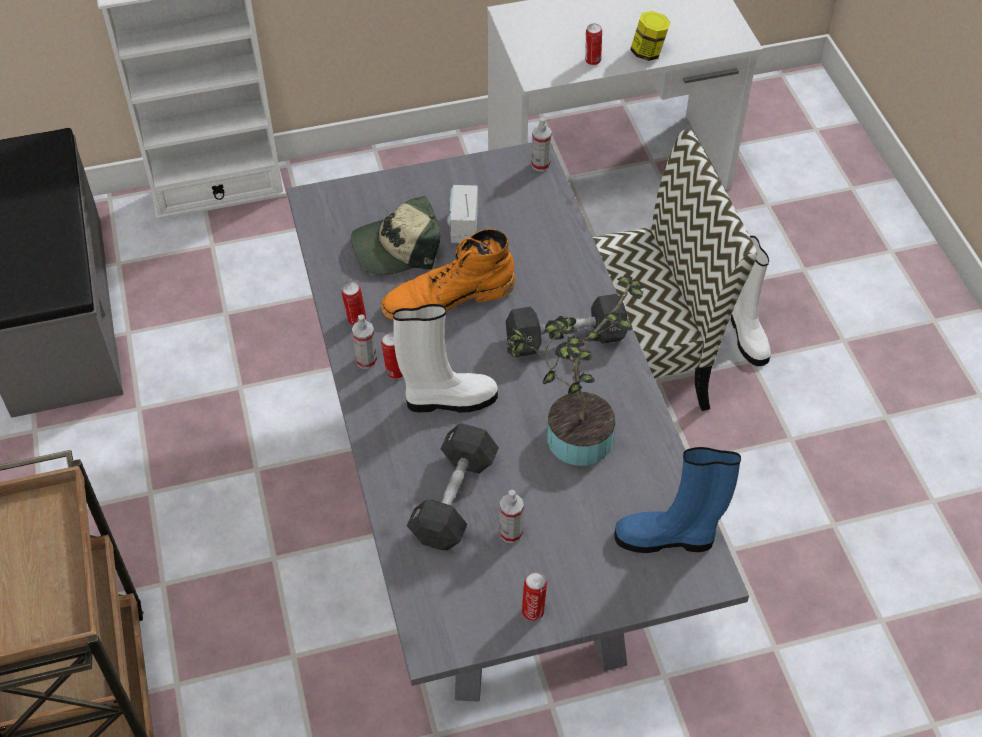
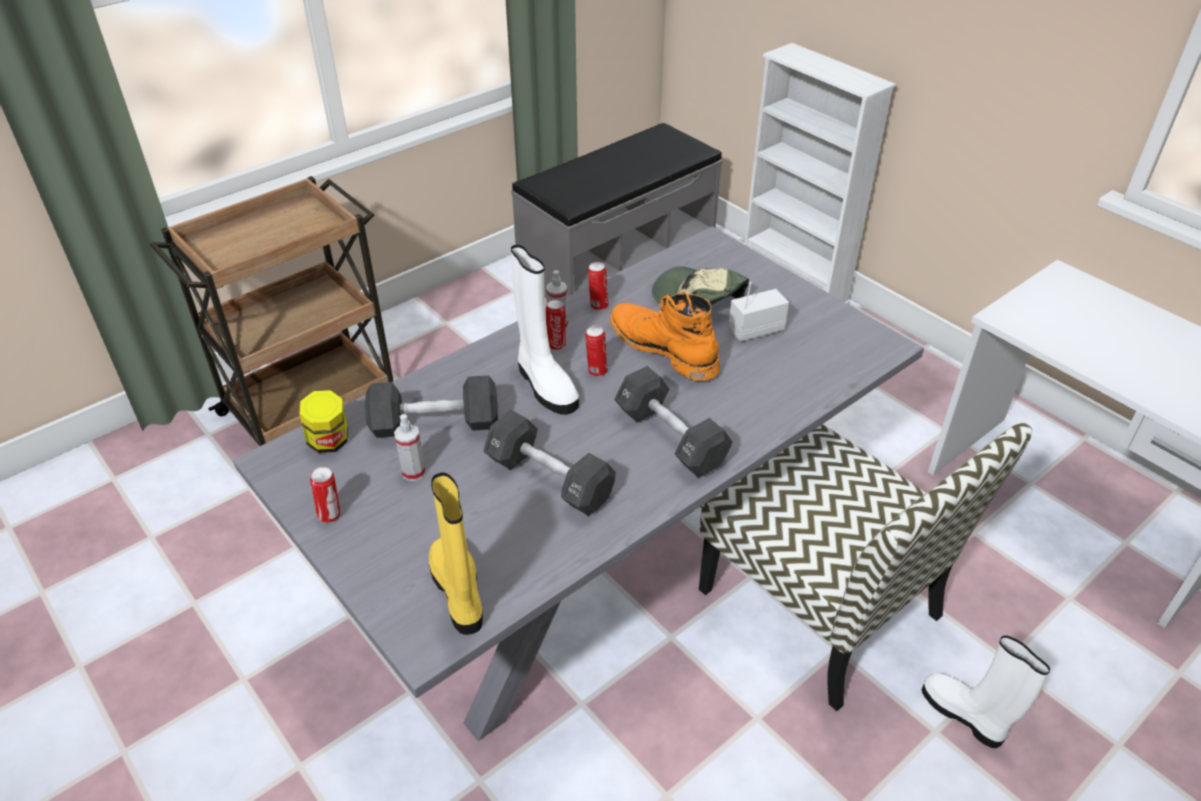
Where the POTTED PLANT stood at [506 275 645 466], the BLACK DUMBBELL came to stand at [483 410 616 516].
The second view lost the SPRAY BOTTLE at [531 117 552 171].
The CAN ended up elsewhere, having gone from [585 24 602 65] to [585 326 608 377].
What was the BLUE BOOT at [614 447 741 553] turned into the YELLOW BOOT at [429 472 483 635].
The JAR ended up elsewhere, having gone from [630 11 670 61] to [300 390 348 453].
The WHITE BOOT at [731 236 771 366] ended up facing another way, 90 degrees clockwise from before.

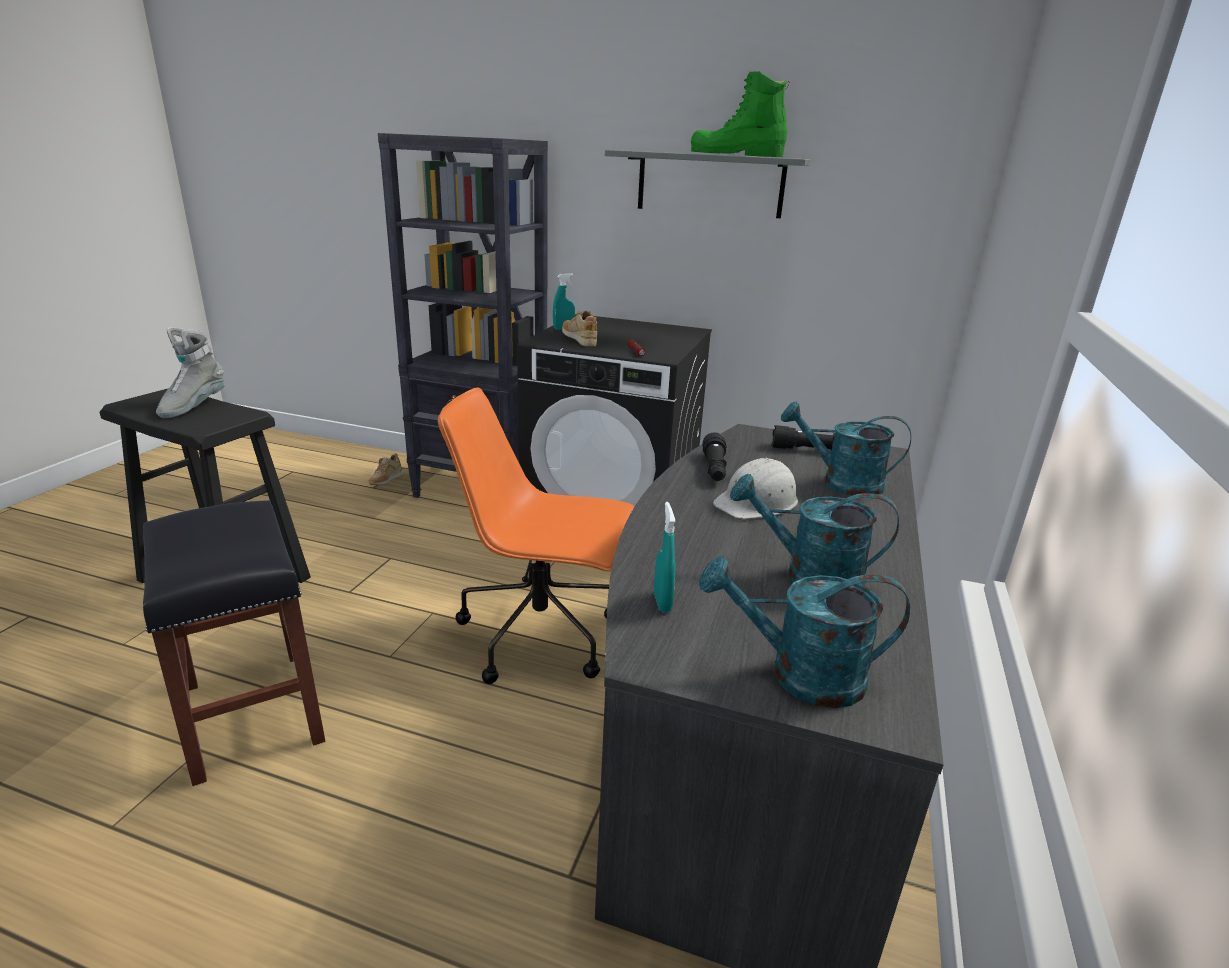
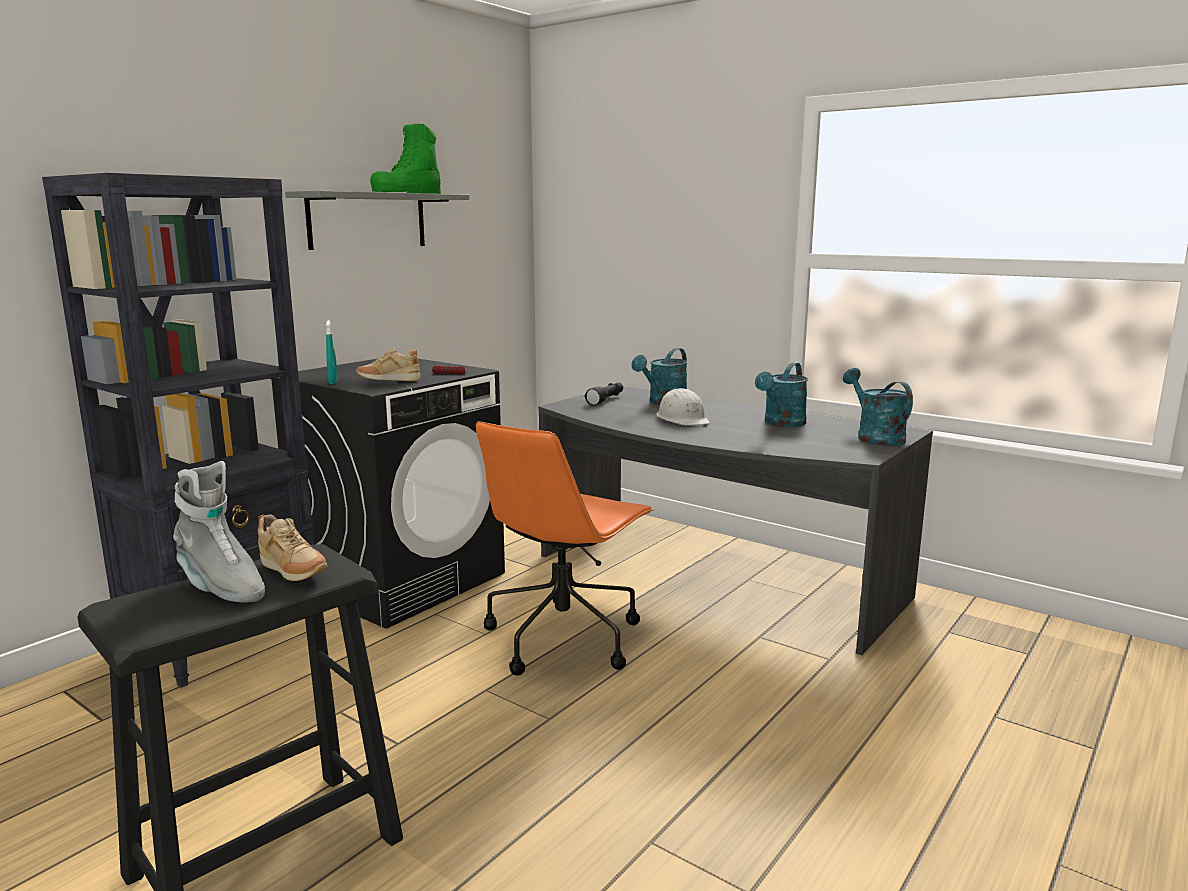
The second view lost the BLACK STOOL at [143 500 325 786].
The BEIGE SHOE ended up elsewhere, having gone from [368 454 403 485] to [257 514 328 581].
The second view lost the TURQUOISE SPRAY BOTTLE at [654 502 676 612].
The TURQUOISE WATERING CAN at [699 556 910 708] ended up facing another way, 135 degrees clockwise from before.
The second view lost the BLACK FLASHLIGHT at [702 432 727 481].

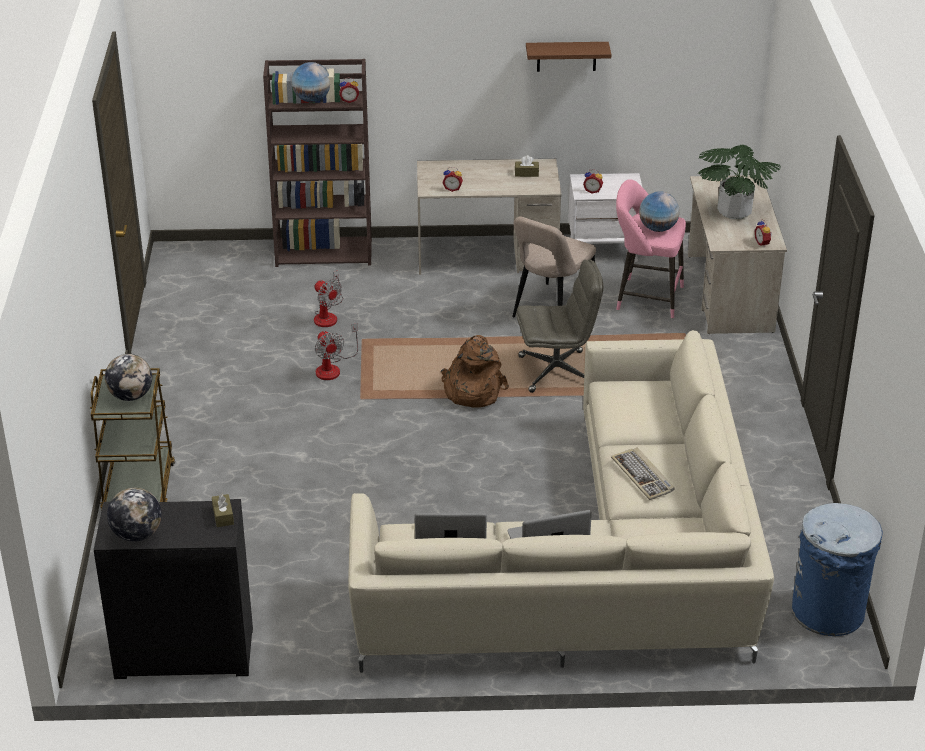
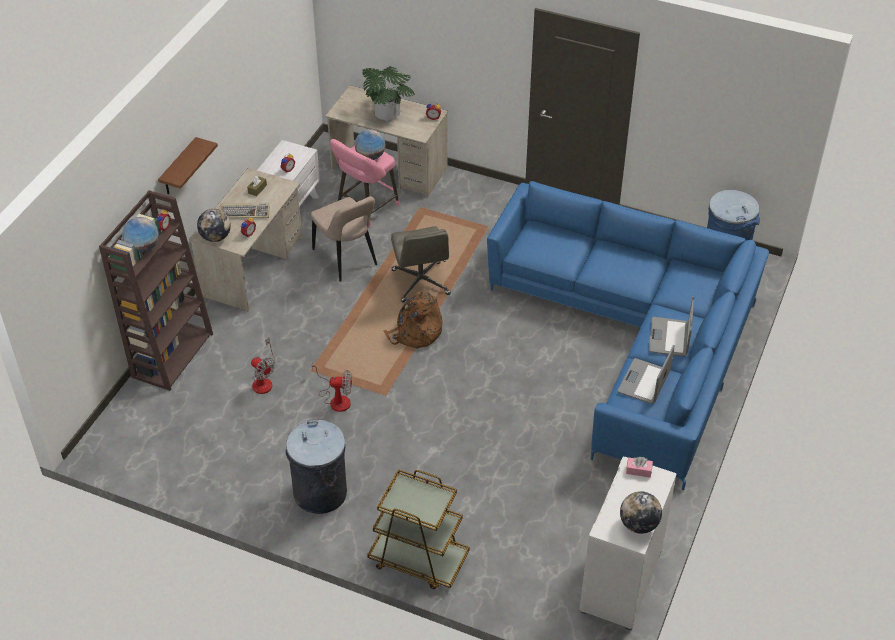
What was the BLACK CABINET at [94 499 253 679] turned into the WHITE CABINET at [579 456 677 630].
The GLOBE ended up elsewhere, having gone from [105 354 152 401] to [197 209 231 242].
What was the BROWN TISSUE BOX at [212 493 234 527] turned into the PINK TISSUE BOX at [626 457 653 478].
The FAN at [314 270 343 327] ended up facing another way, 60 degrees clockwise from before.
What was the BEIGE SOFA at [348 330 774 673] turned into the BLUE SOFA at [487 181 769 490].
The GREY OFFICE CHAIR at [516 259 603 393] ended up facing another way, 150 degrees clockwise from before.
The BROWN SHELF ended up elsewhere, having gone from [526 42 612 72] to [158 137 218 194].
The KEYBOARD ended up elsewhere, having gone from [611 448 675 500] to [219 203 270 219].
The second view gained the GREY TRASH CAN at [286 419 347 514].

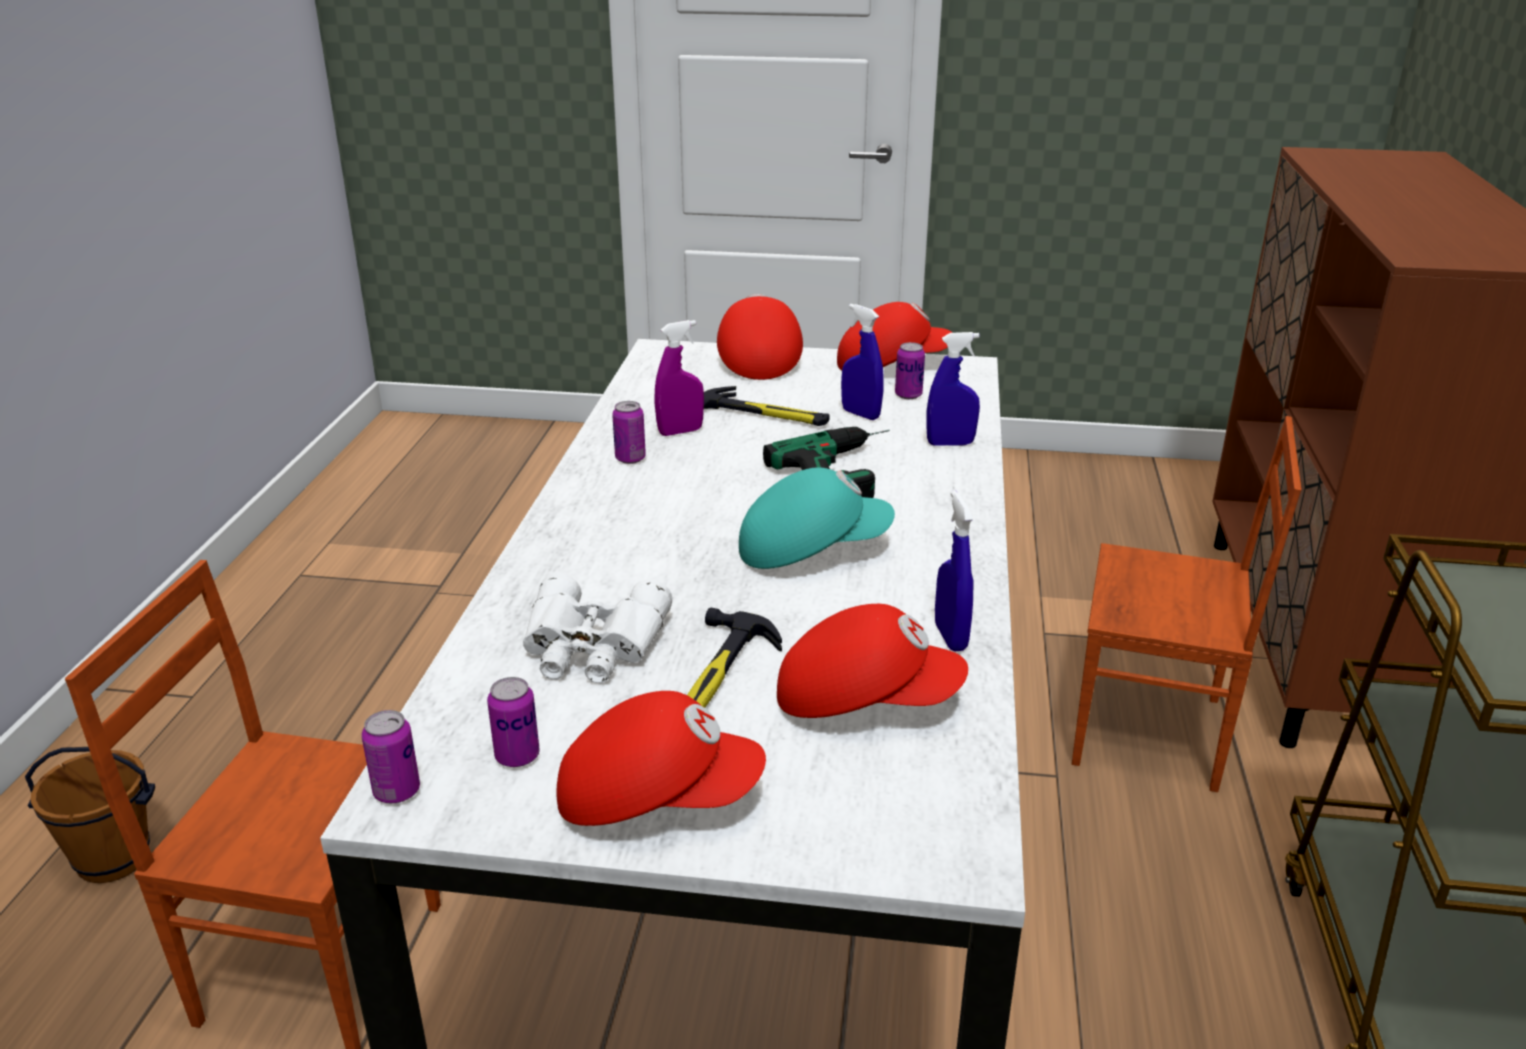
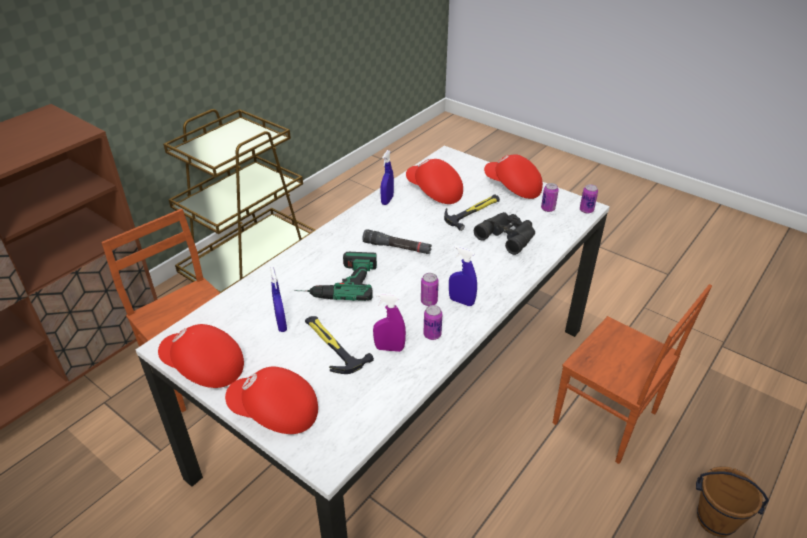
What was the WHITE BINOCULARS at [523 573 672 683] turned into the BLACK BINOCULARS at [474 212 535 255].
The RED CAP at [717 294 803 380] ended up facing another way, 75 degrees clockwise from before.
Where the TURQUOISE CAP stood at [739 467 895 569], the BLACK FLASHLIGHT came to stand at [362 229 432 254].
The CAN ended up elsewhere, having gone from [895 342 925 399] to [421 273 439 306].
The BLUE SPRAY BOTTLE ended up elsewhere, having gone from [926 332 980 445] to [449 245 477 306].

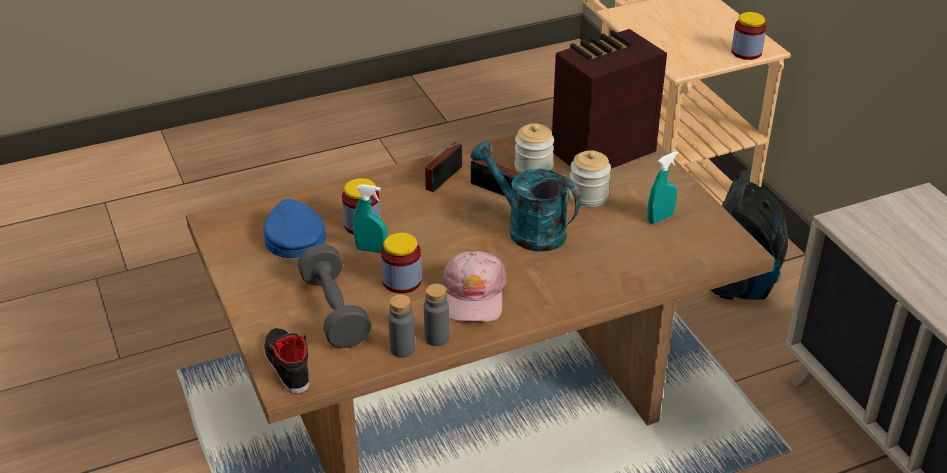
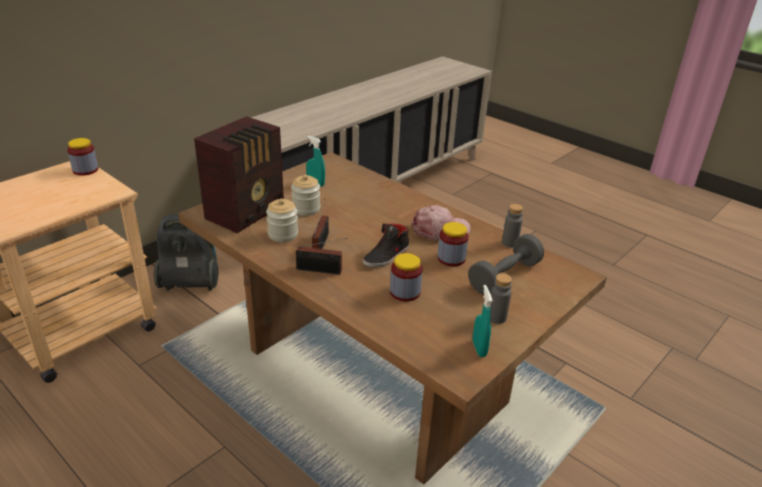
The second view lost the BLUE CAP at [263 199 326 258].
The BLACK SHOE ended up elsewhere, having gone from [264 328 310 394] to [363 223 409 267].
The TURQUOISE SPRAY BOTTLE ended up elsewhere, having gone from [353 184 387 253] to [473 285 493 357].
The GREY BOTTLE ended up elsewhere, having gone from [424 283 449 346] to [490 273 512 324].
The second view lost the TURQUOISE WATERING CAN at [470 141 580 252].
The RADIO at [552 29 667 169] ended up facing another way, 90 degrees counterclockwise from before.

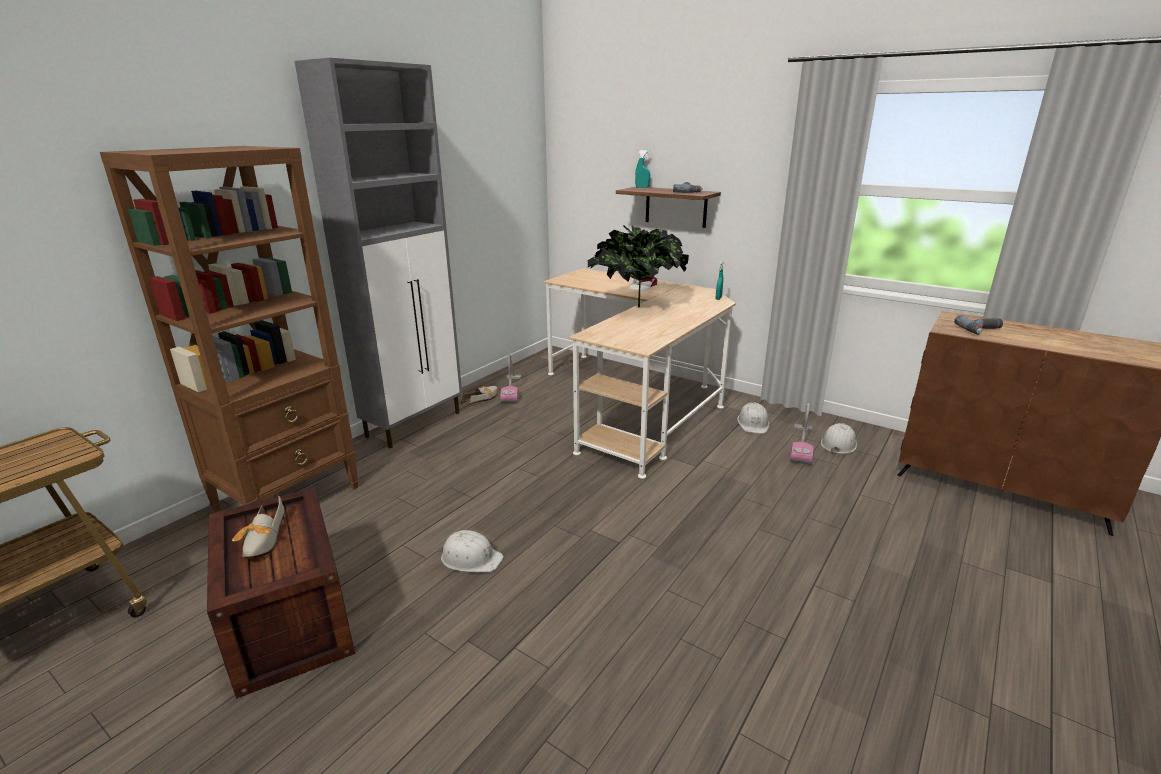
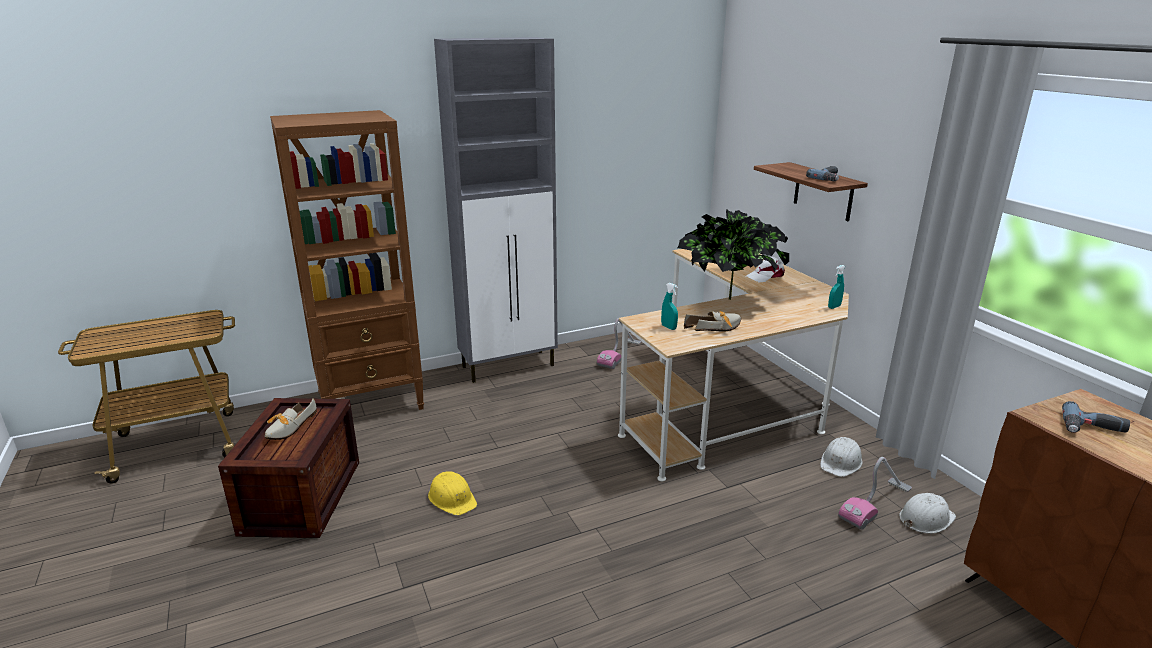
What was the WHITE HARD HAT at [438 530 504 572] turned into the YELLOW HARD HAT at [428 471 477 516].
The SHOE ended up elsewhere, having gone from [460 386 498 405] to [684 311 741 332].
The TURQUOISE SPRAY BOTTLE ended up elsewhere, having gone from [635 150 650 188] to [661 283 678 330].

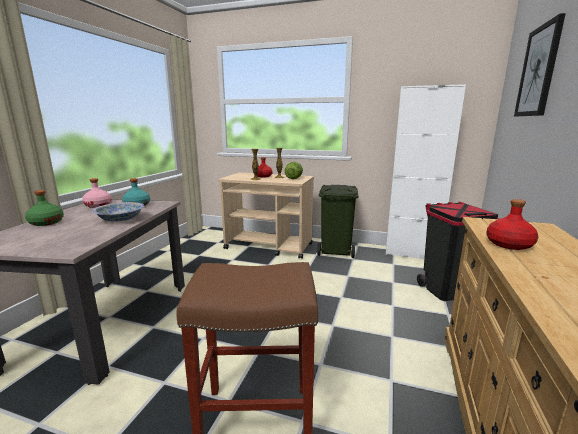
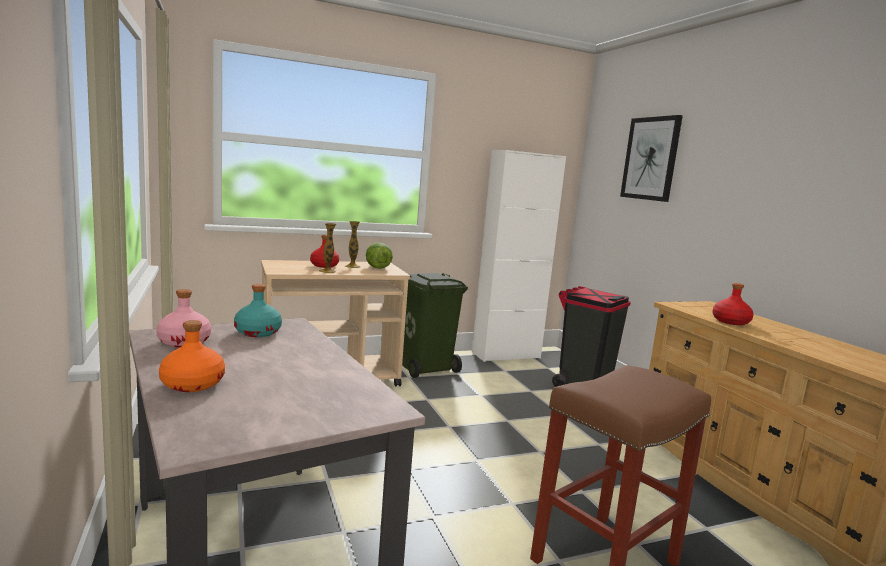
What was the GREEN BOTTLE at [25 190 64 226] turned into the ORANGE BOTTLE at [159 320 225 392].
The second view lost the BOWL at [92 202 144 222].

